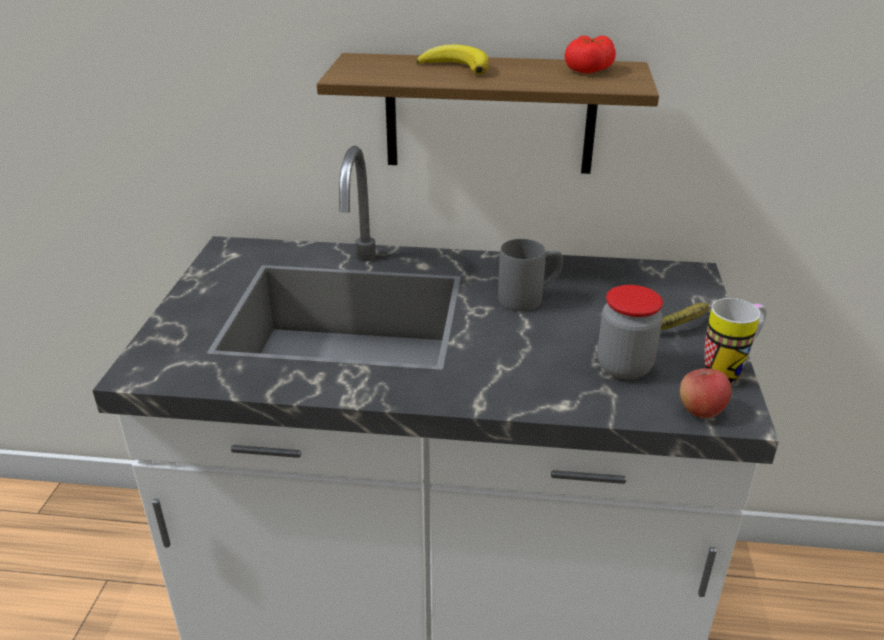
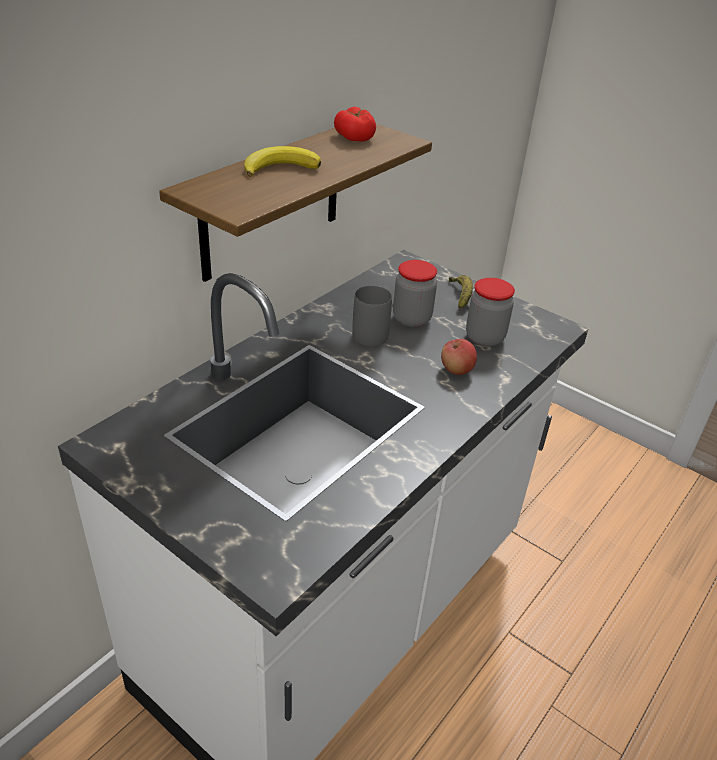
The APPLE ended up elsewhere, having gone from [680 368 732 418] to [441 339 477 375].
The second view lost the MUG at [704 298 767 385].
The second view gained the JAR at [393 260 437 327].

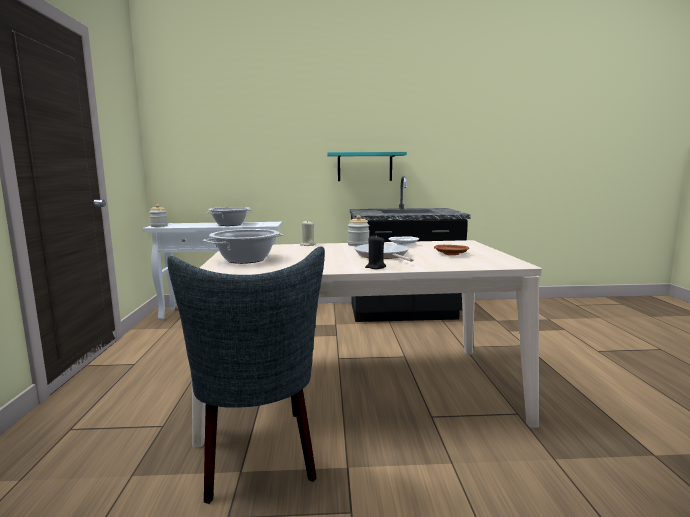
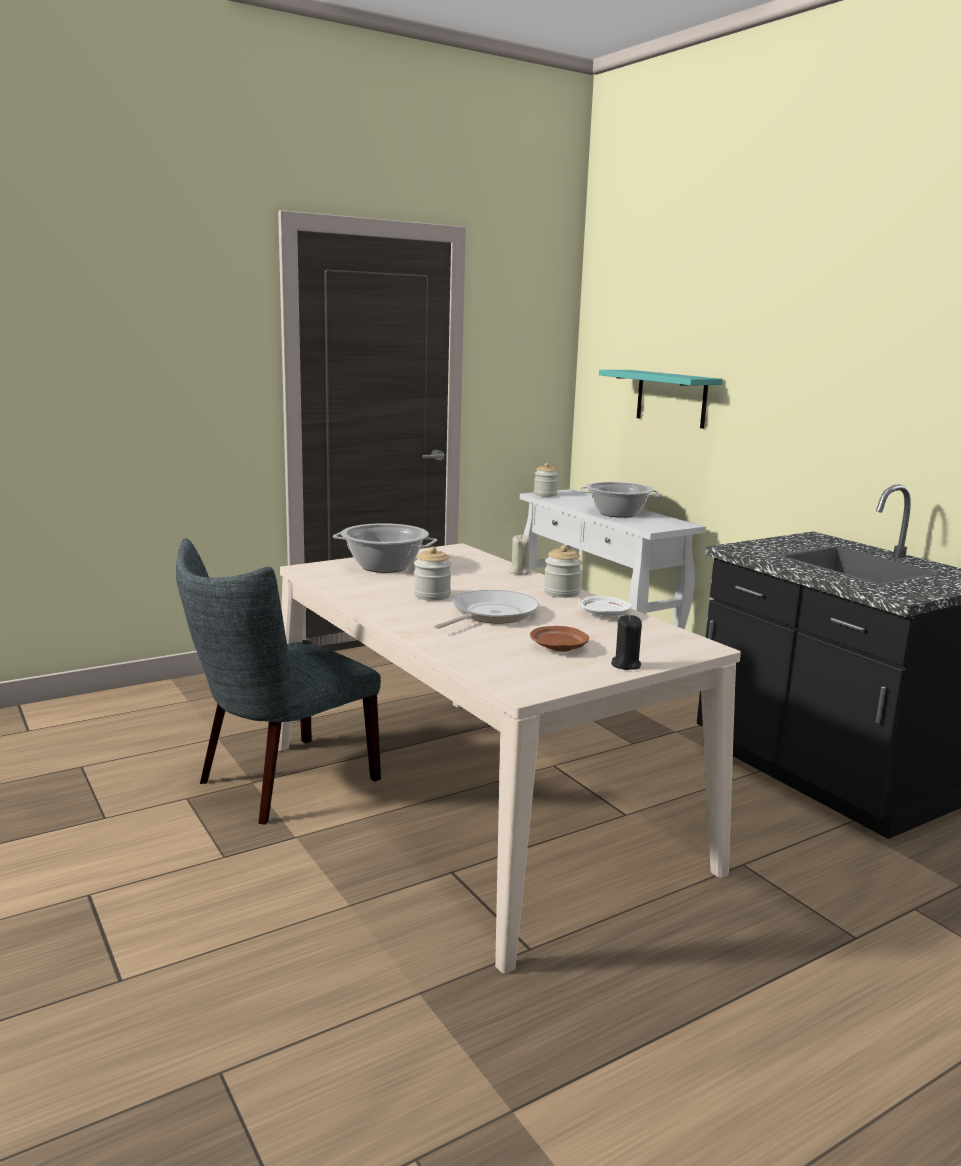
The TURQUOISE SHELF ended up elsewhere, having gone from [327 152 407 181] to [599 370 723 429].
The BLACK CANDLE ended up elsewhere, having gone from [365 235 386 269] to [611 615 642 670].
The second view gained the JAR at [414 547 452 601].

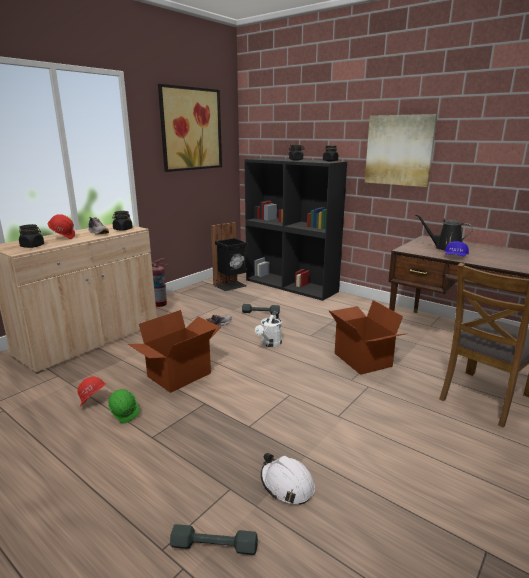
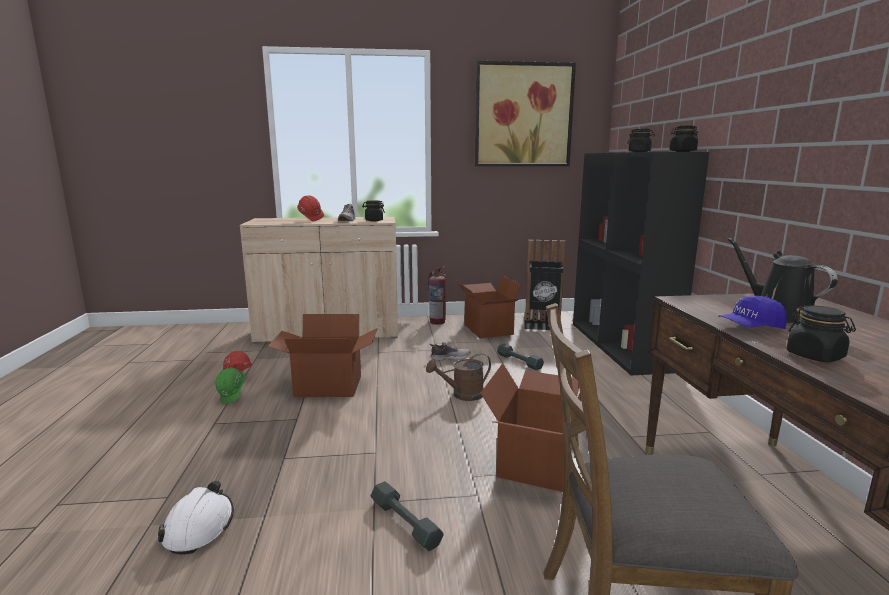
The BLACK JAR ended up elsewhere, having gone from [19 224 44 248] to [786 305 856 362].
The GREY DUMBBELL ended up elsewhere, having gone from [170 524 258 555] to [371 481 444 551].
What was the WHITE WATERING CAN at [255 311 282 347] turned into the BROWN WATERING CAN at [426 353 491 401].
The second view lost the PICTURE at [365 114 438 187].
The second view gained the CARDBOARD BOX at [456 275 521 338].

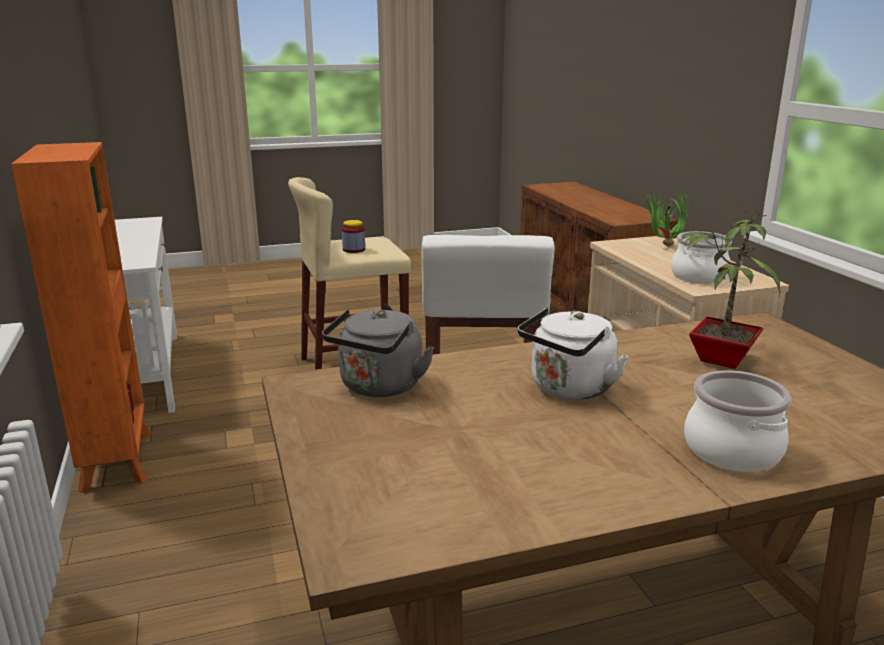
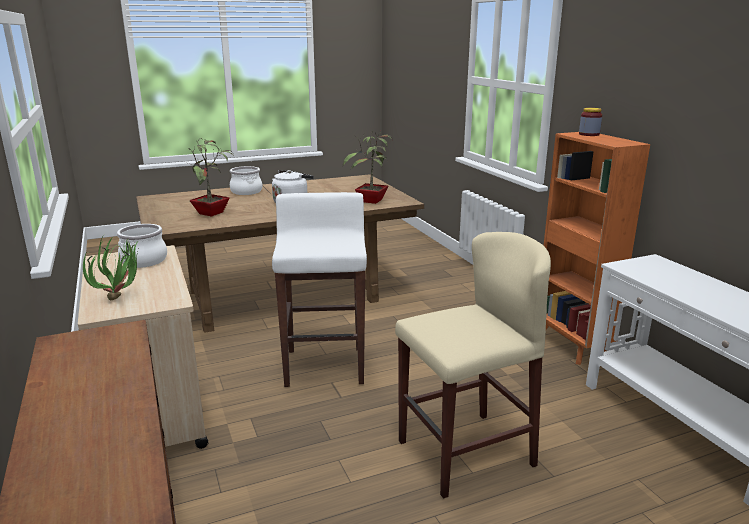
Where the GREY KETTLE stood at [322 309 434 397], the POTTED PLANT came to stand at [343 131 393 204].
The JAR ended up elsewhere, having gone from [342 220 365 253] to [579 108 602 136].

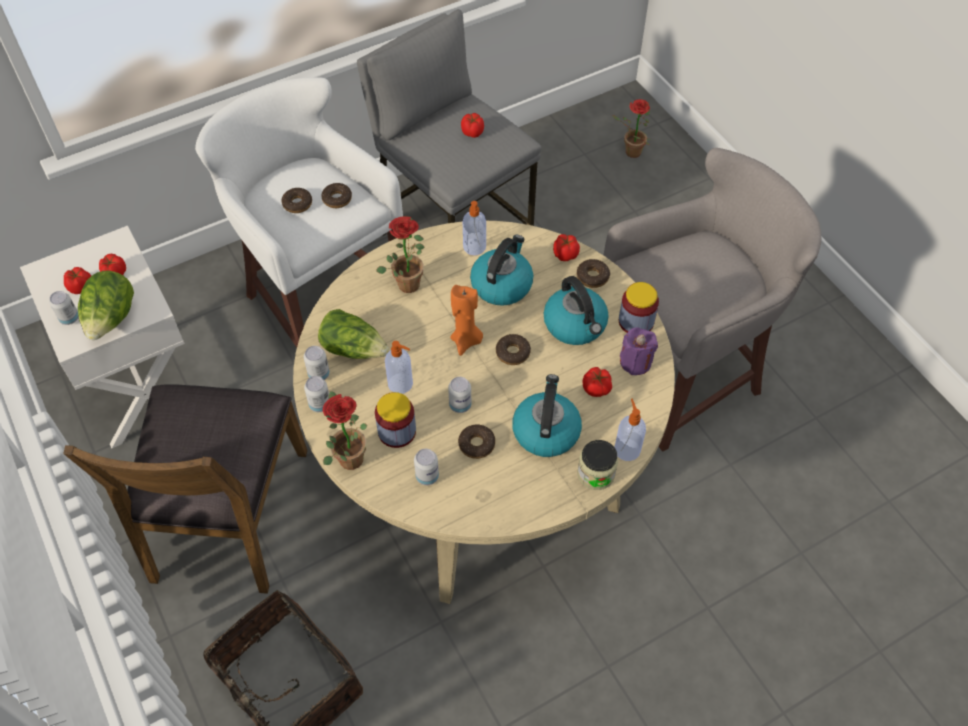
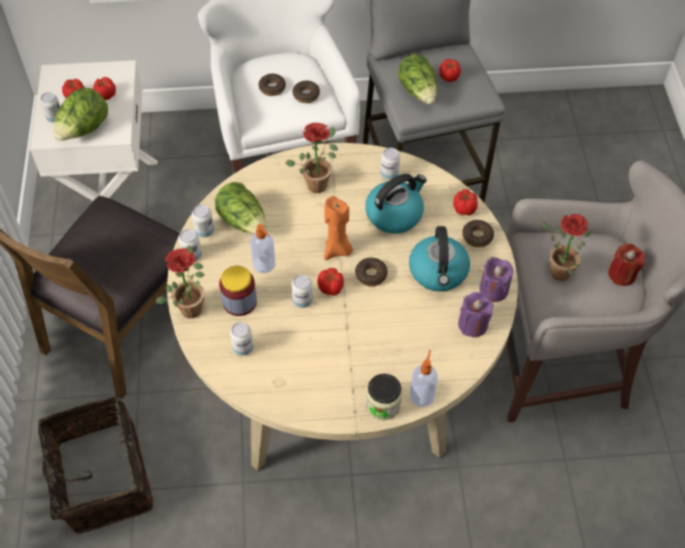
The second view lost the DONUT at [458 424 495 459].
Where the SOAP DISPENSER stood at [463 201 486 255], the CAN came to stand at [380 148 400 180].
The second view lost the KETTLE at [512 374 582 457].
The TOMATO ended up elsewhere, having gone from [582 367 612 397] to [317 268 344 295].
The POTTED PLANT ended up elsewhere, having gone from [612 99 650 158] to [541 214 591 281].
Where the JAR stood at [619 282 659 333], the PURPLE CANDLE came to stand at [479 257 514 302].
The second view gained the LETTUCE at [398 54 437 104].
The second view gained the RED CANDLE at [608 243 645 286].

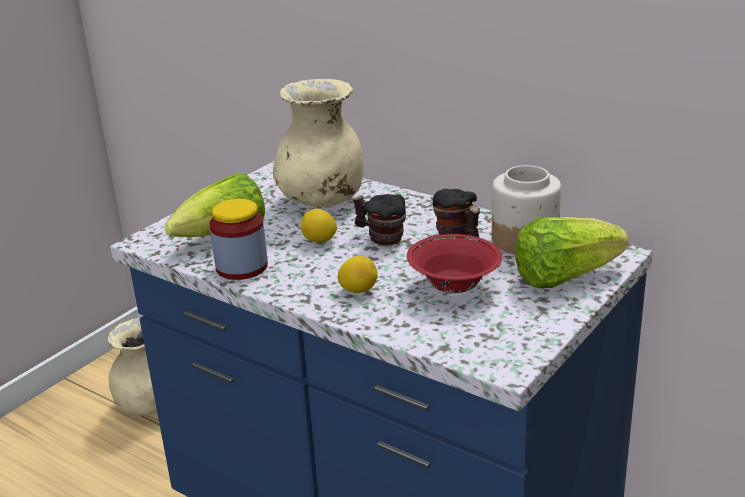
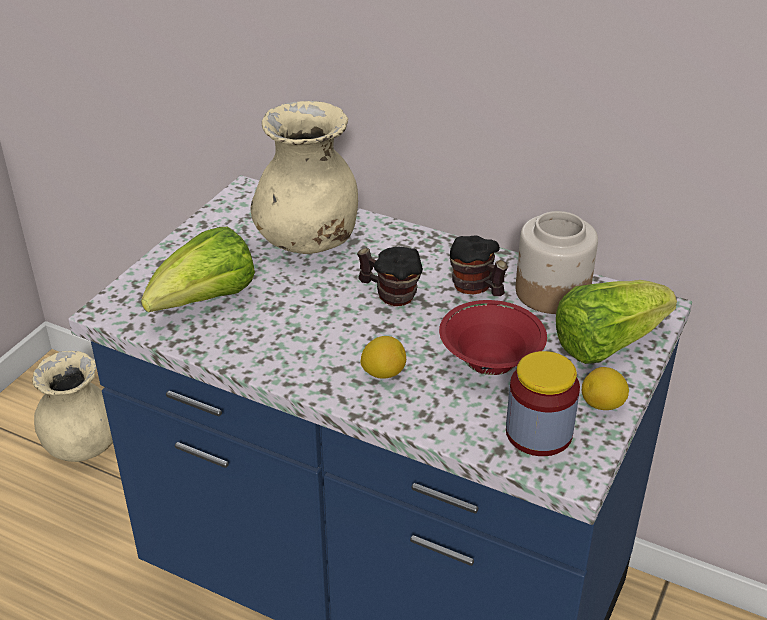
The JAR ended up elsewhere, having gone from [209 199 268 280] to [506 351 580 456].
The LEMON ended up elsewhere, having gone from [300 209 337 242] to [582 367 629 410].

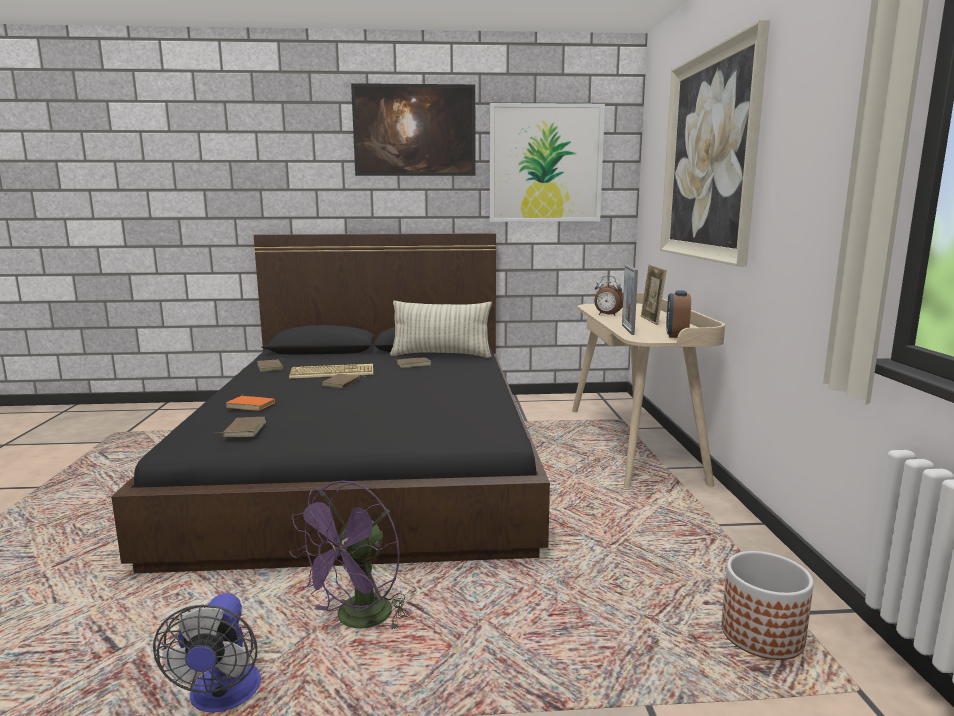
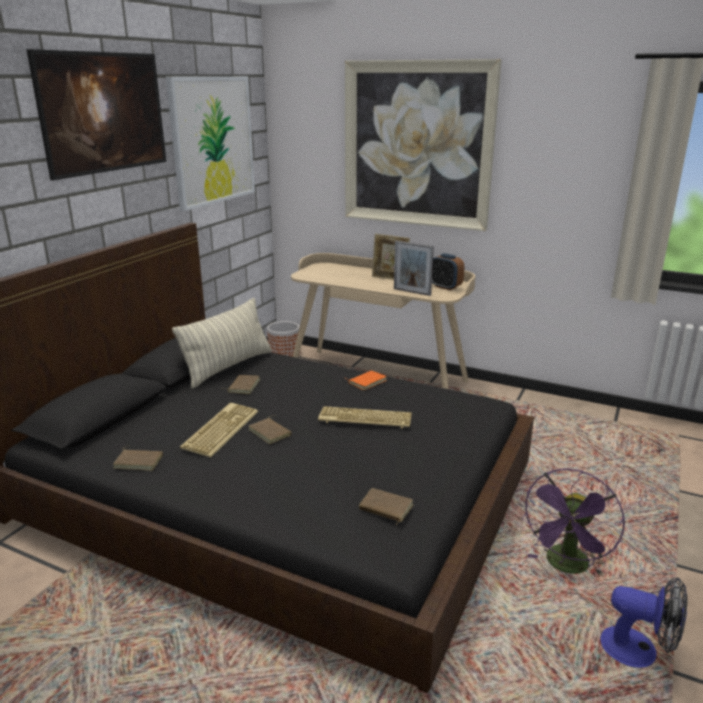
The ORANGE BOOK ended up elsewhere, having gone from [226 394 275 411] to [347 370 387 390].
The PURPLE FAN at [289 481 410 631] ended up facing another way, 60 degrees clockwise from before.
The second view lost the ALARM CLOCK at [594 275 623 316].
The PLANTER ended up elsewhere, having gone from [721 551 814 660] to [267 321 300 357].
The second view gained the KEYBOARD at [318 406 412 429].

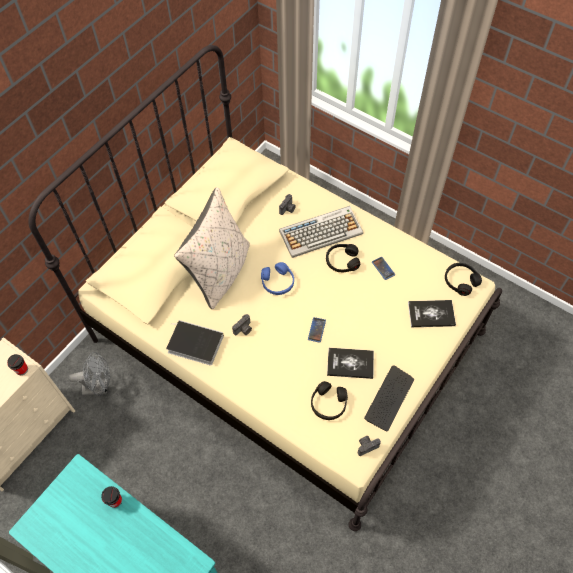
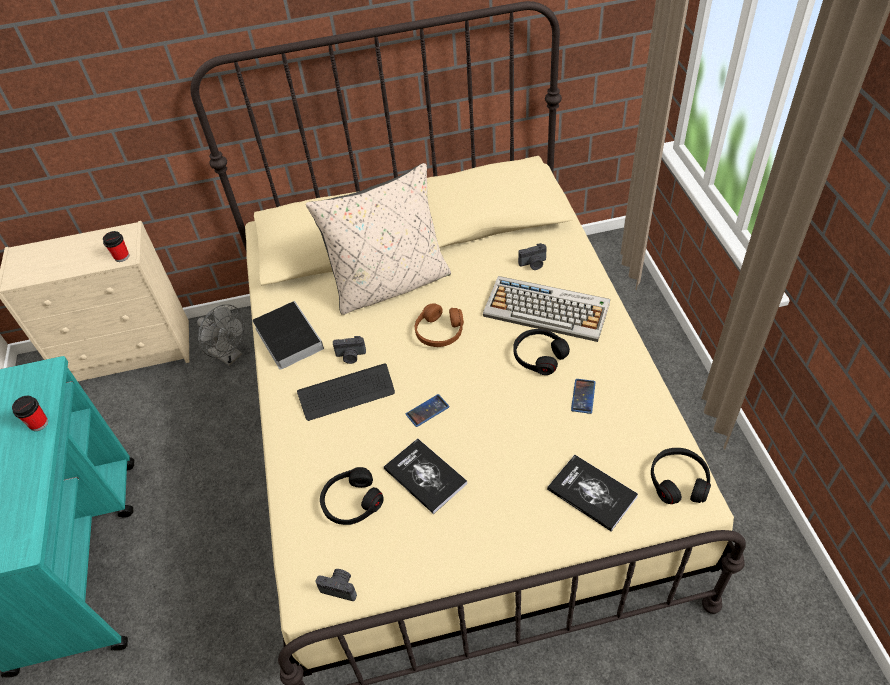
What was the BLUE HEADPHONES at [261 262 294 295] turned into the BROWN HEADPHONES at [415 303 464 347].
The KEYBOARD ended up elsewhere, having gone from [364 365 414 431] to [297 363 395 421].

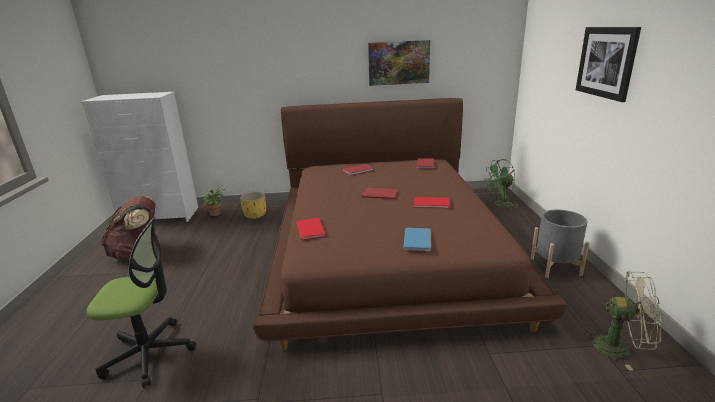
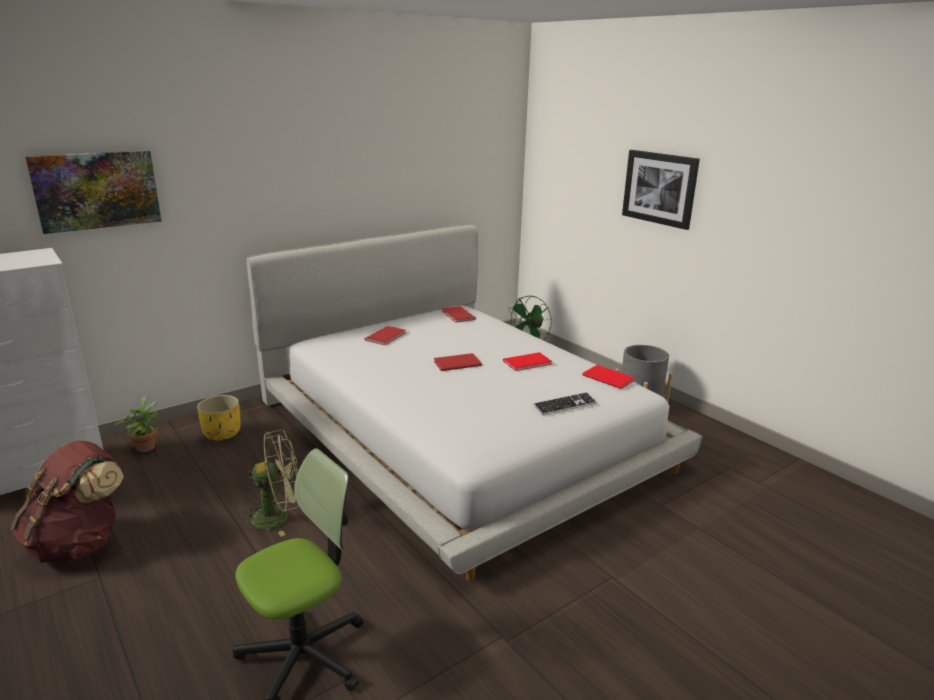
What was the BROWN BED at [253 98 567 350] turned into the WHITE BED at [247 225 702 580].
The RED BOOK ended up elsewhere, having gone from [296 218 325 240] to [582 365 634 389].
The PICTURE ended up elsewhere, having gone from [368 40 430 86] to [25 150 162 234].
Where the BLUE BOOK stood at [403 228 431 251], the KEYBOARD came to stand at [533 392 597 415].
The GREEN FAN ended up elsewhere, having gone from [582 271 662 371] to [241 430 299 537].

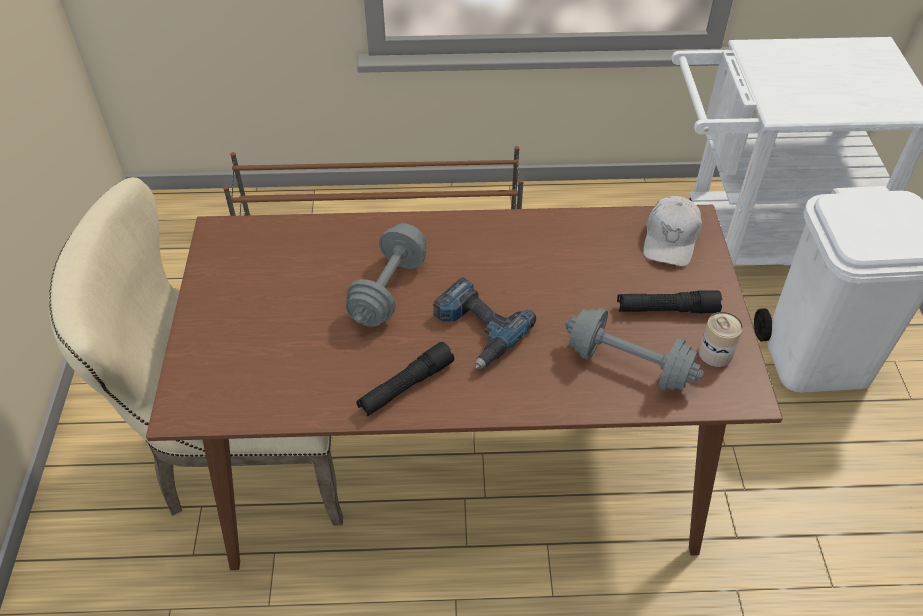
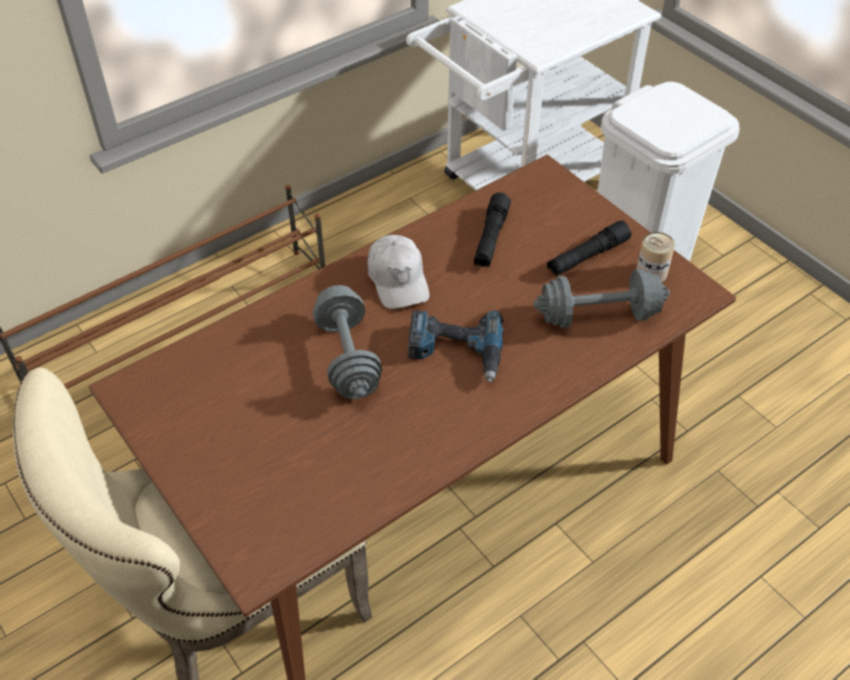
The BLACK FLASHLIGHT ended up elsewhere, having gone from [356 342 454 417] to [474 192 511 267].
The WHITE CAP ended up elsewhere, having gone from [643 196 702 267] to [368 235 429 309].

